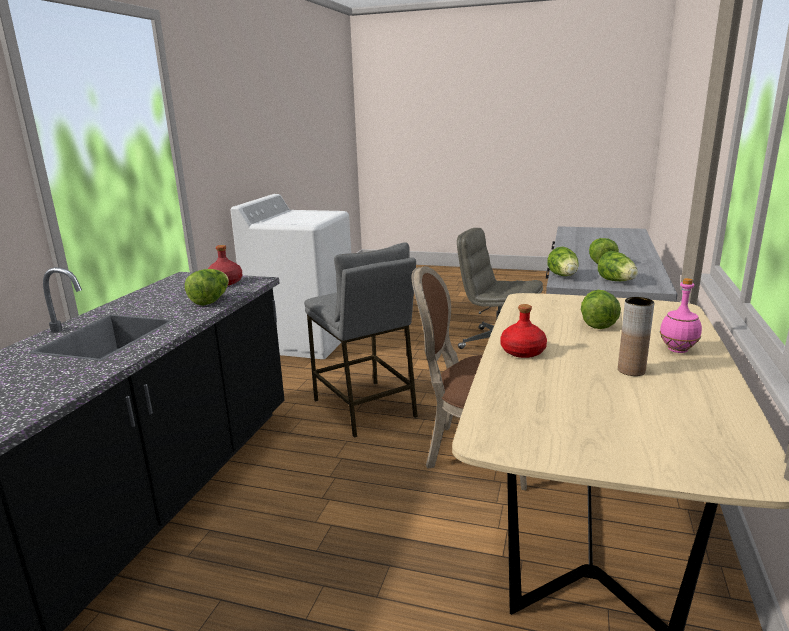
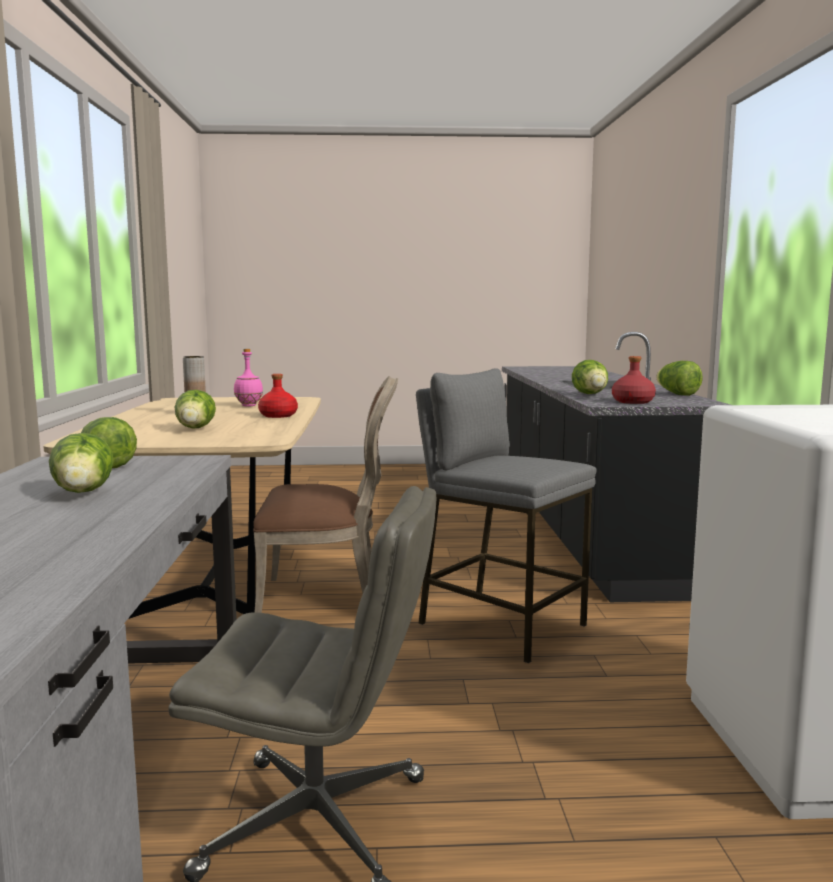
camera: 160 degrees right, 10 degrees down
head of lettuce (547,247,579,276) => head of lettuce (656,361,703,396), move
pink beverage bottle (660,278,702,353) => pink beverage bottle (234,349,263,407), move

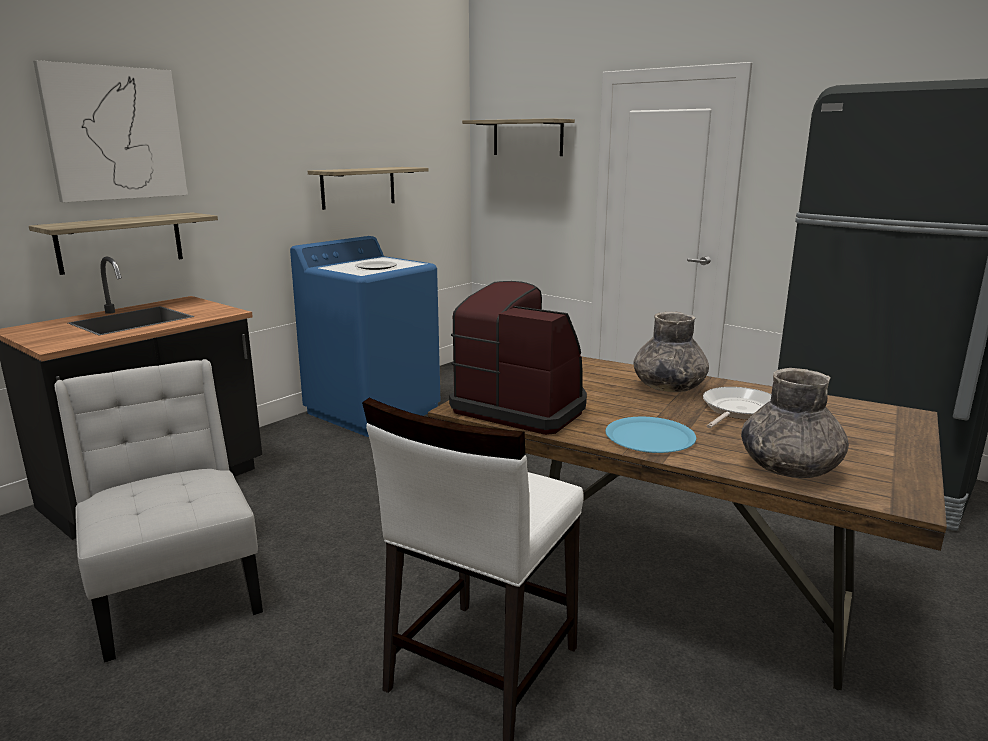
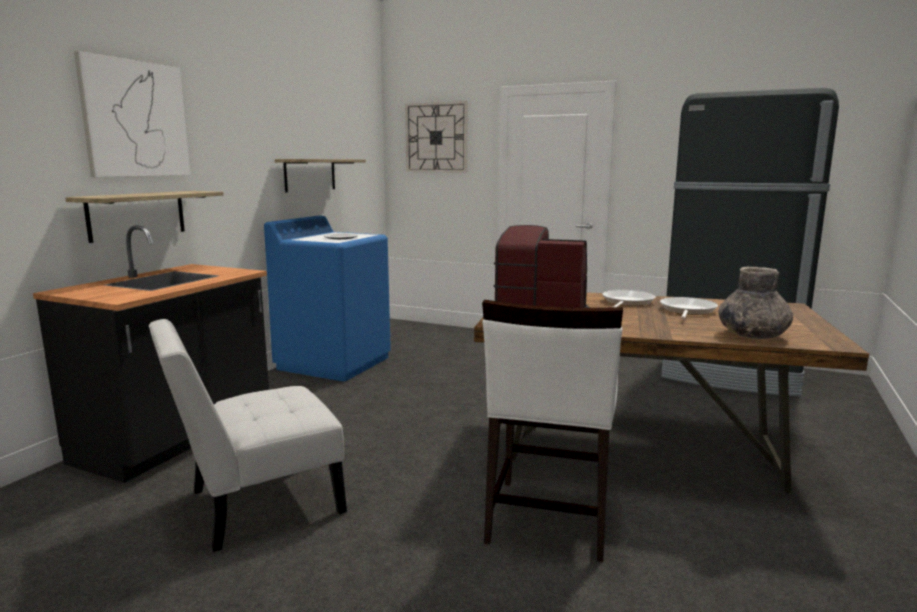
camera: 15 degrees left, 5 degrees down
white upright chair (54,359,263,663) => white upright chair (149,319,347,552), 75 degrees counterclockwise
shelf (462,118,575,156) => wall clock (405,101,467,173)
blue-coloured plate (605,417,696,453) => nothing
greyish vase (634,312,709,392) => pan (602,290,656,308)

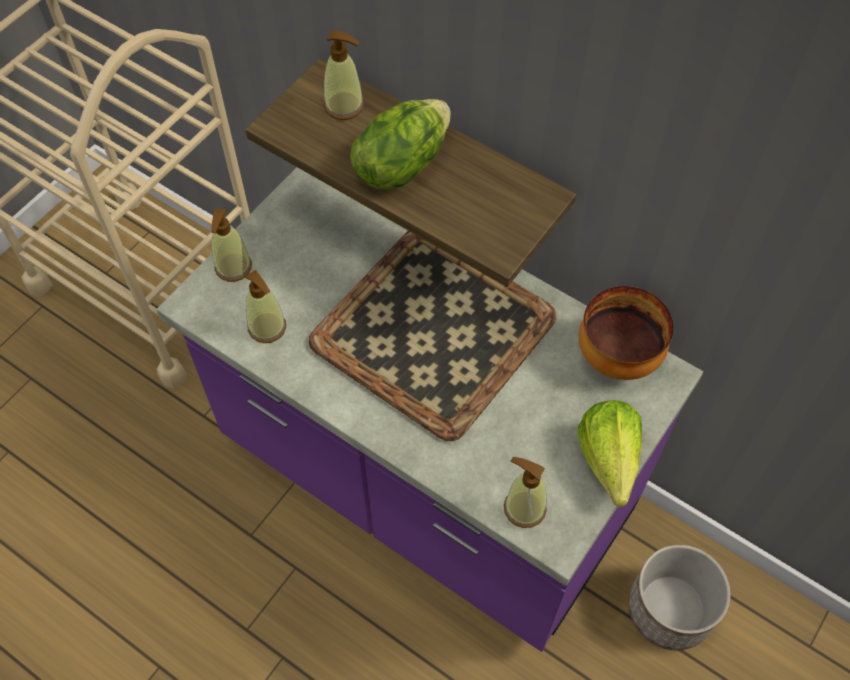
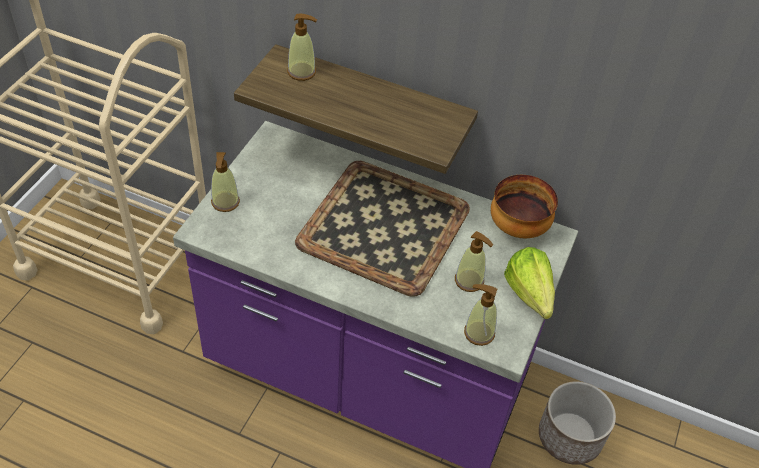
camera: 15 degrees left, 10 degrees down
soap dispenser (245,270,286,343) => soap dispenser (455,231,493,292), move
head of lettuce (350,99,451,189) => nothing

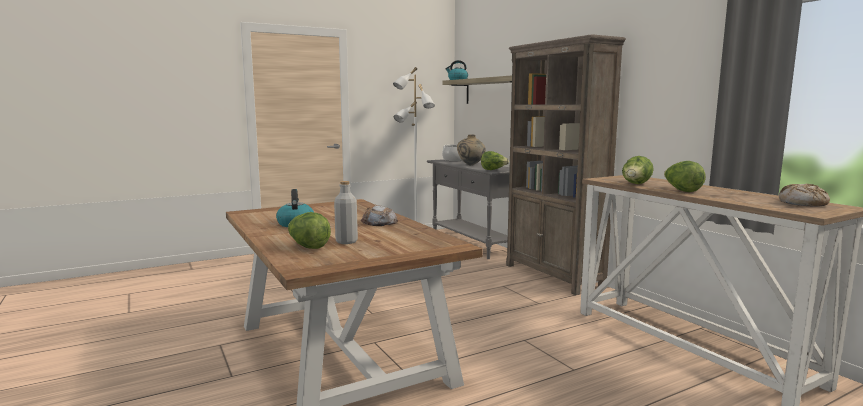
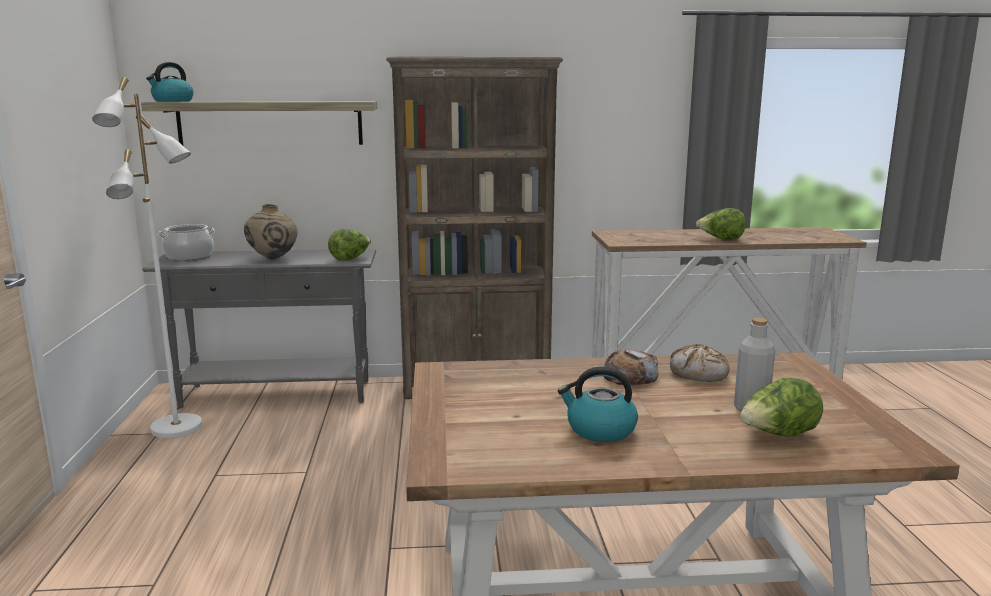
camera: 65 degrees left, 5 degrees up
head of lettuce (622,156,654,184) => nothing
bakery bread (779,184,830,207) => bakery bread (670,344,730,382), move

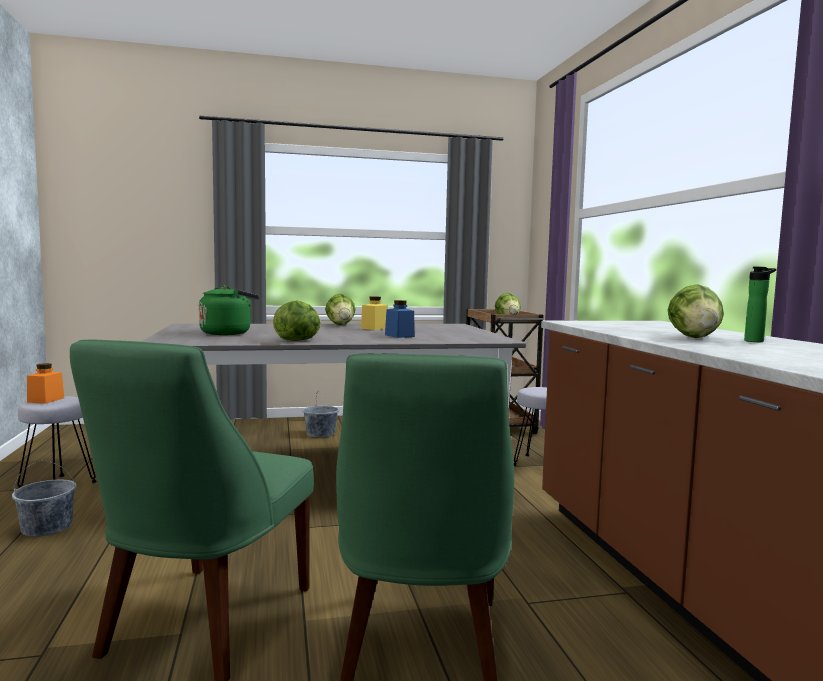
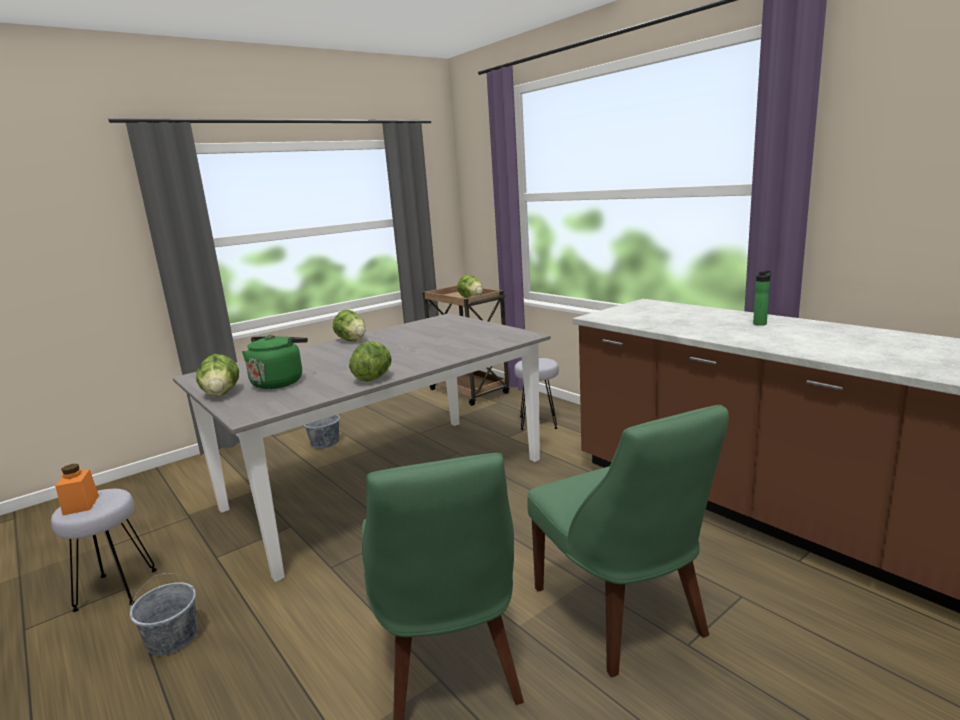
camera: 25 degrees left, 10 degrees up
yellow-coloured preserve jar (361,296,388,330) => nothing
blue-coloured preserve jar (385,300,415,338) => nothing
head of lettuce (668,284,724,338) => head of lettuce (196,354,239,396), move

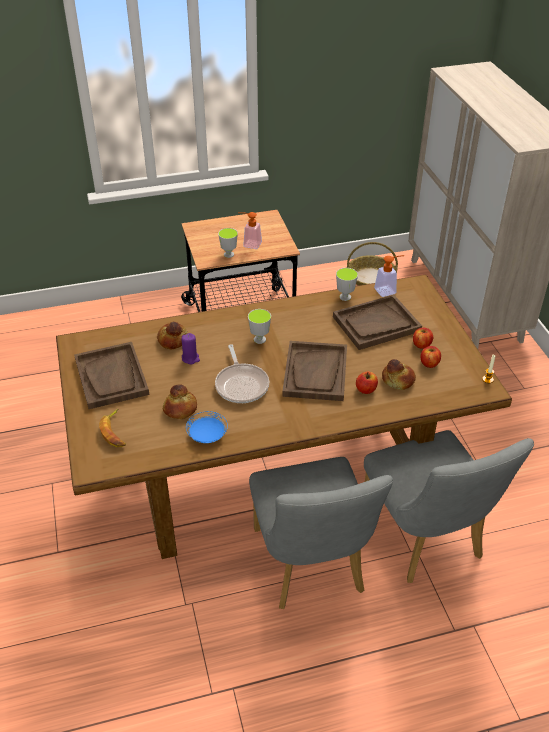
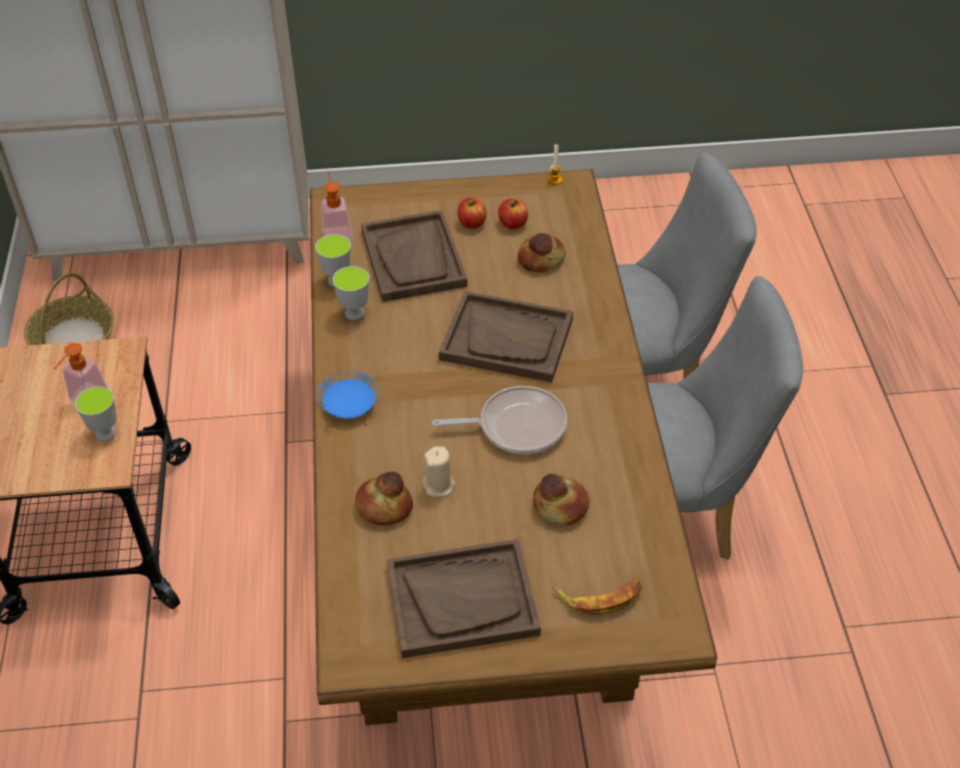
camera: 80 degrees left, 5 degrees up
purple candle (181,333,200,365) => beige candle (422,446,456,497)
blue-coloured plate (186,411,228,443) => blue-coloured plate (317,371,379,419), move
drinking cup (248,309,271,344) => drinking cup (332,266,369,320), move
apple (356,372,378,394) => nothing

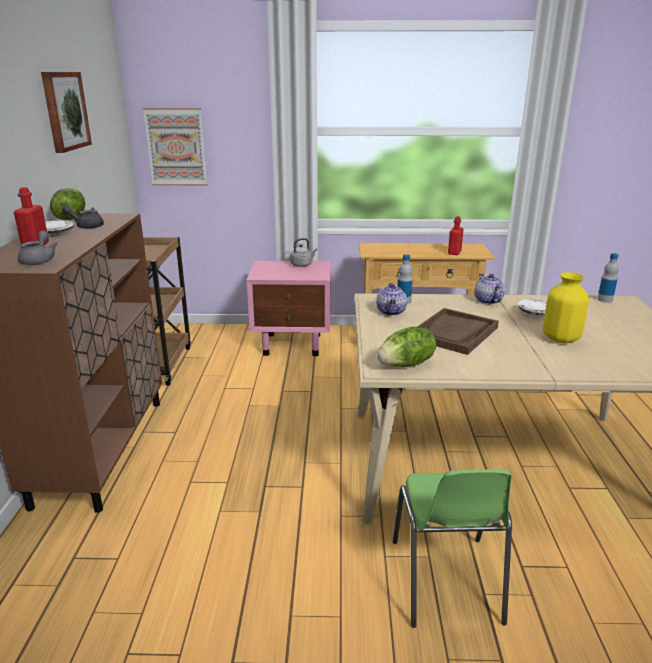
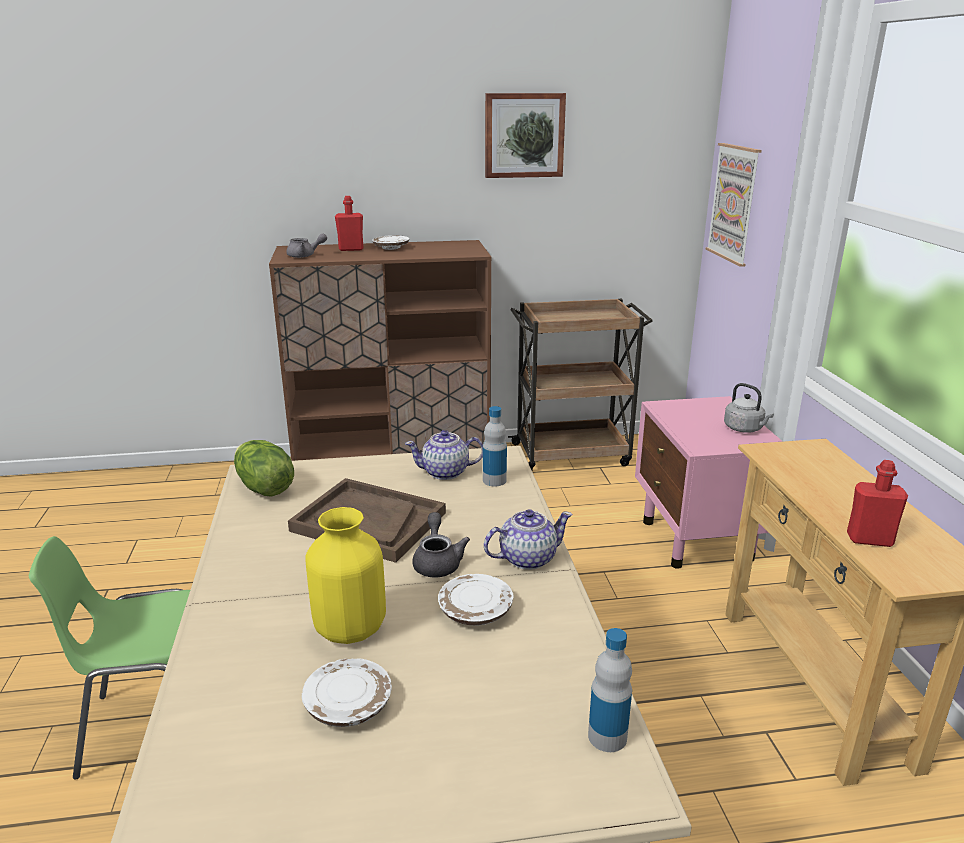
camera: 80 degrees right, 0 degrees up
head of lettuce (50,188,85,220) => nothing
greyish teapot (62,206,104,229) => greyish teapot (412,512,470,577), move
nothing => white plate (302,658,392,727)

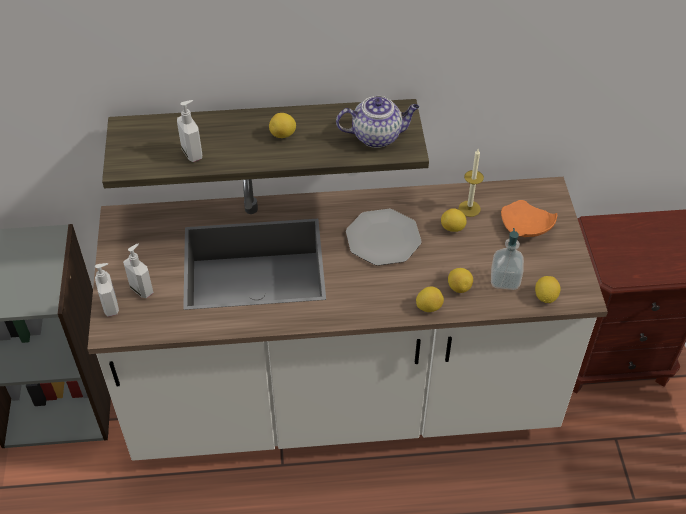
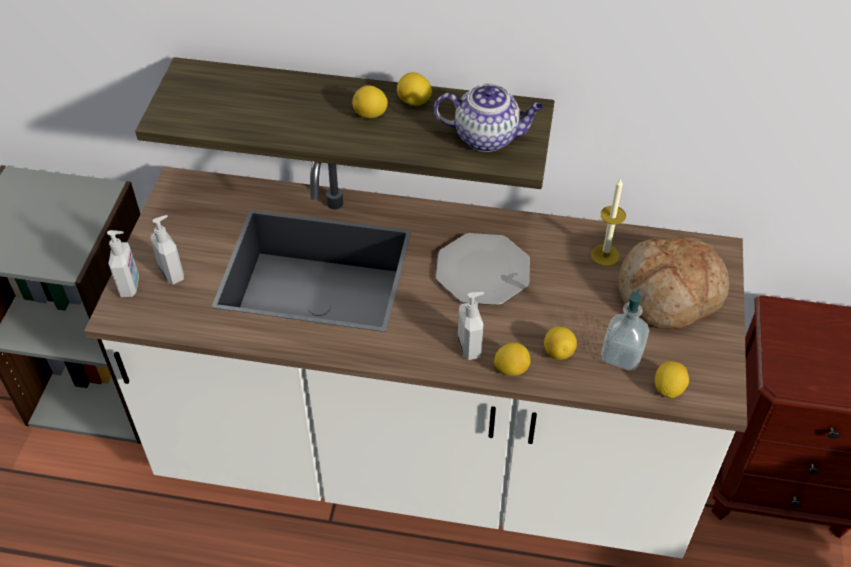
camera: 15 degrees right, 0 degrees up
soap dispenser (177,100,202,162) => soap dispenser (458,292,484,360), move
lemon (441,208,467,232) => lemon (397,72,432,106), move
orangey plate (501,200,557,237) => bakery bread (618,236,729,329)

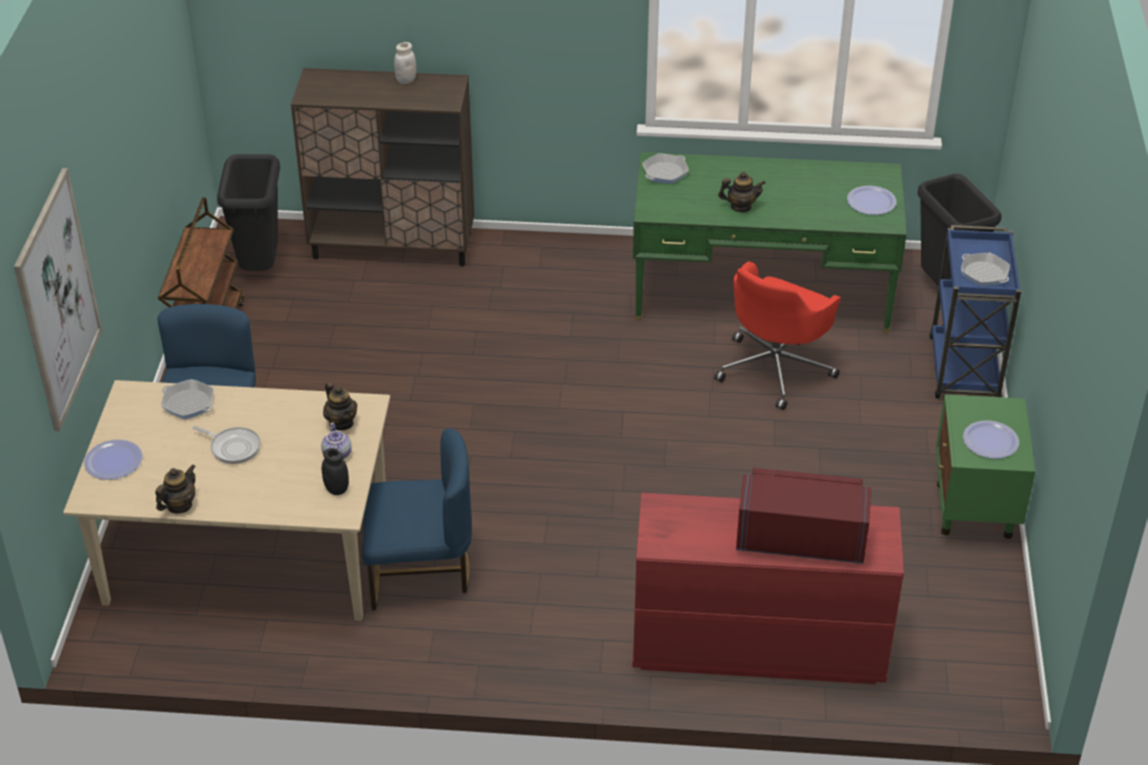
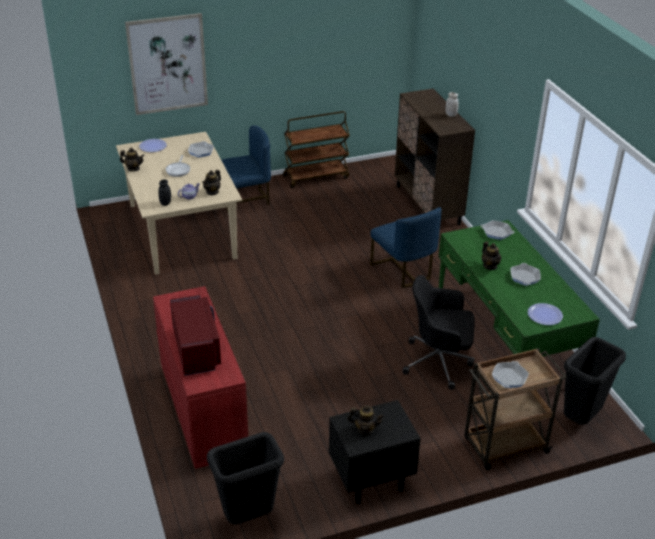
camera: 65 degrees right, 5 degrees down
black-coloured waste bin (217,154,280,271) => black-coloured waste bin (207,432,284,525), move
blue-coloured upright chair (362,428,472,610) => blue-coloured upright chair (370,207,441,288), move
red office chair (714,262,841,410) => black-coloured office chair (402,275,475,390)
blue-coloured trolley (929,225,1021,398) => brown trolley (464,348,567,470)
green night table (936,395,1036,539) => black-coloured night table (329,400,421,504)
plate (963,421,1019,459) => teapot (348,405,384,435)
nothing => pan (510,263,541,286)

